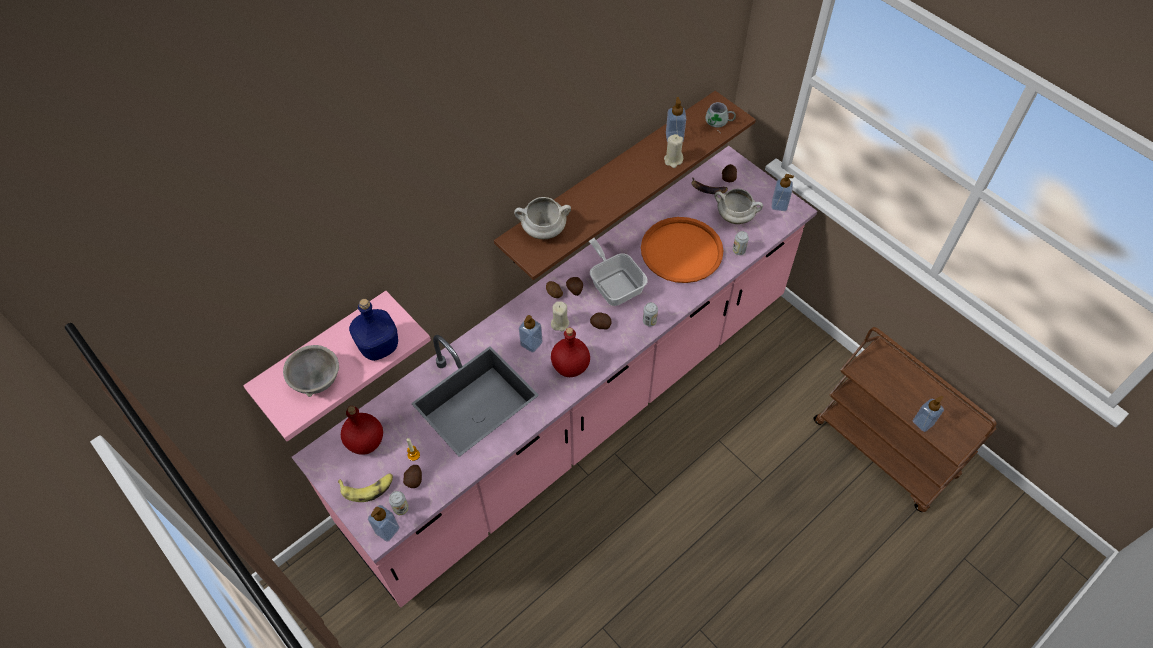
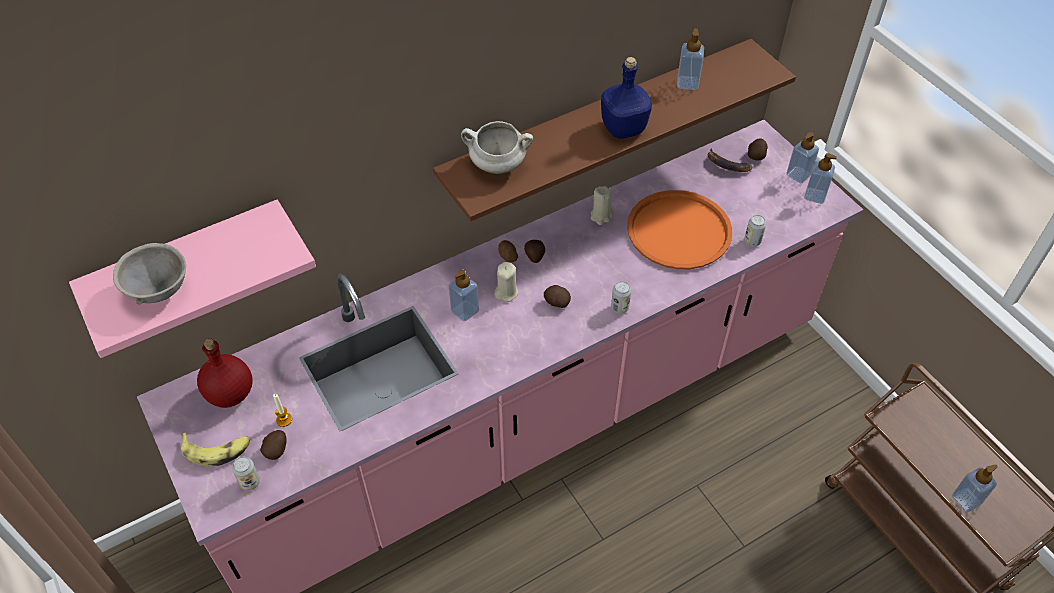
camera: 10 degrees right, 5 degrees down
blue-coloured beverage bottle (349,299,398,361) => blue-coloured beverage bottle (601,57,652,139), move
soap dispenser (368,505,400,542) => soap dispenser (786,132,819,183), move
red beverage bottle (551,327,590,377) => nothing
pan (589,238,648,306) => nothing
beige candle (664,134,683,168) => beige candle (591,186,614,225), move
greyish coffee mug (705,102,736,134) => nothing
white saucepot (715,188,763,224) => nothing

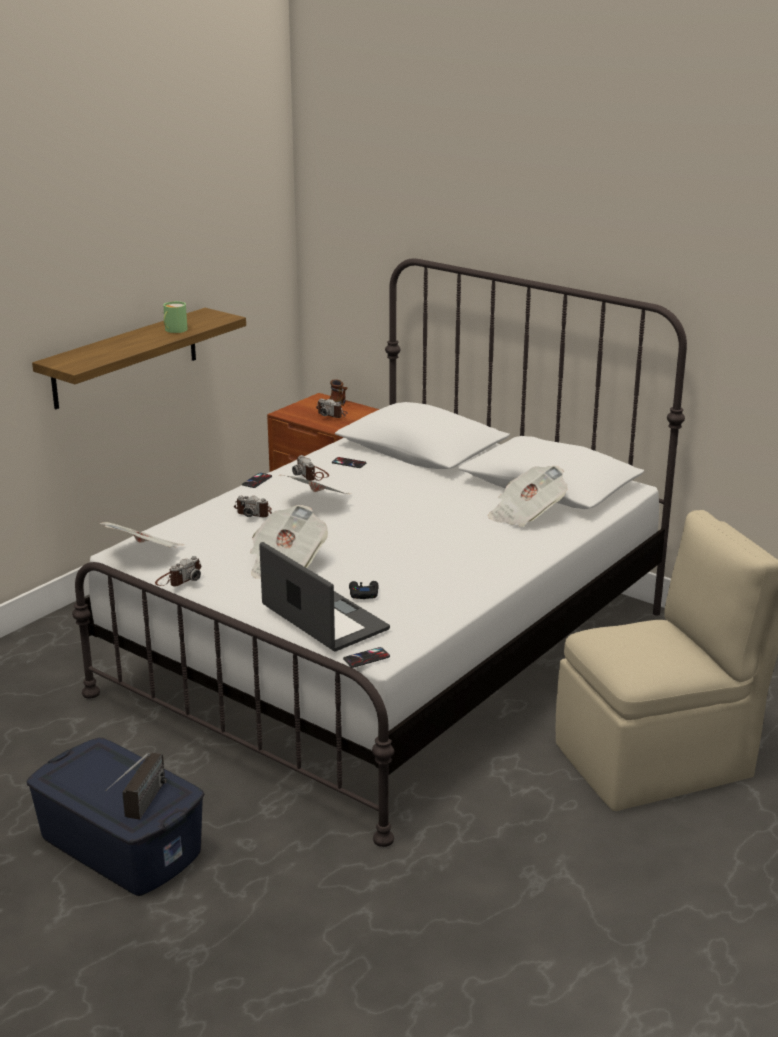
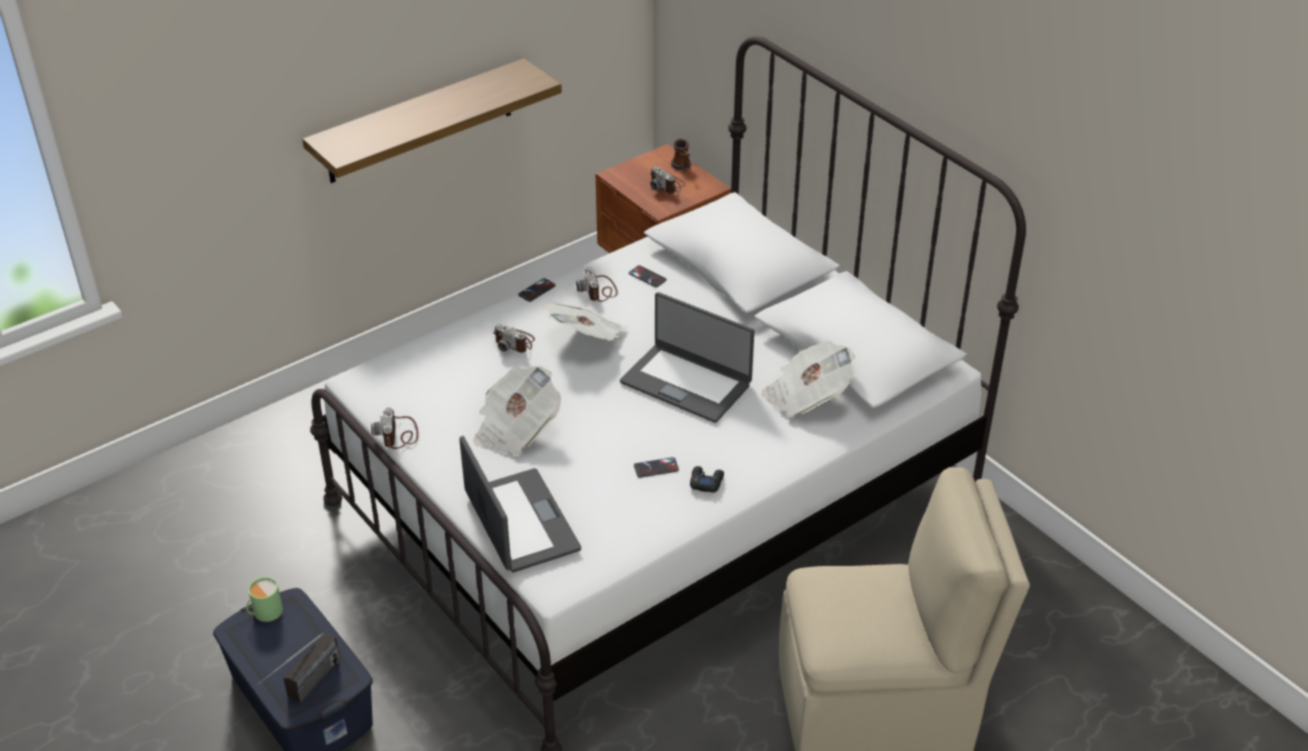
camera: 15 degrees right, 15 degrees up
printed paper (100,522,185,548) => nothing
still camera (155,556,202,586) => still camera (371,408,419,449), 120 degrees clockwise
green coffee mug (163,301,188,333) => green coffee mug (246,577,283,622), move
handset (343,647,390,668) => handset (634,457,679,478), move
black-coloured gamepad (349,581,379,599) => black-coloured gamepad (690,466,724,493), move
nothing => notebook computer (620,292,754,423)

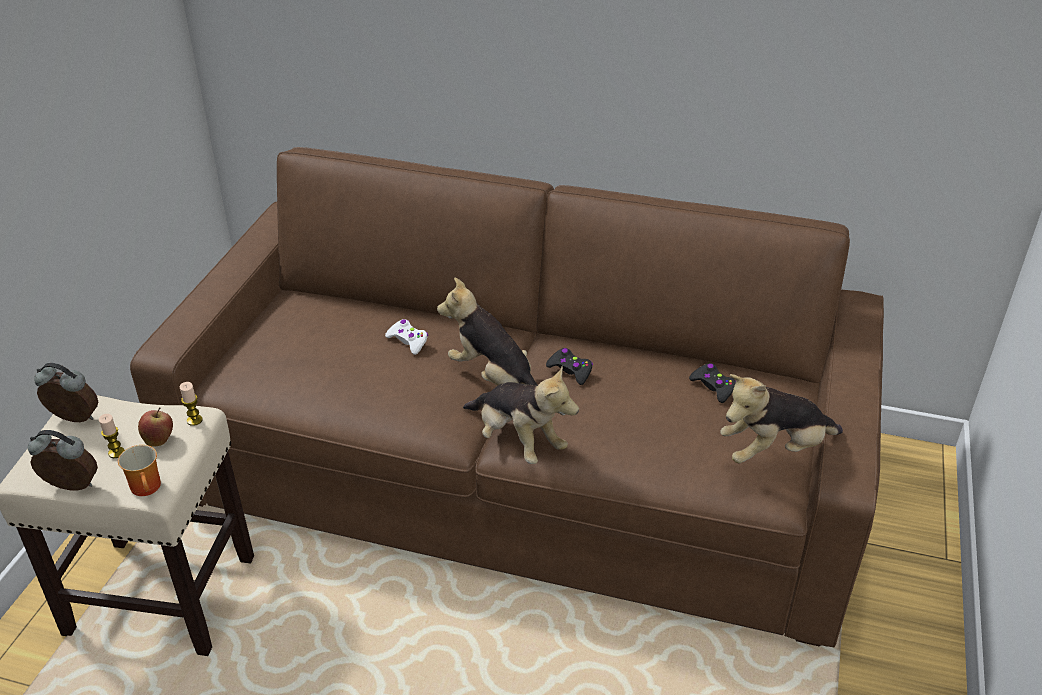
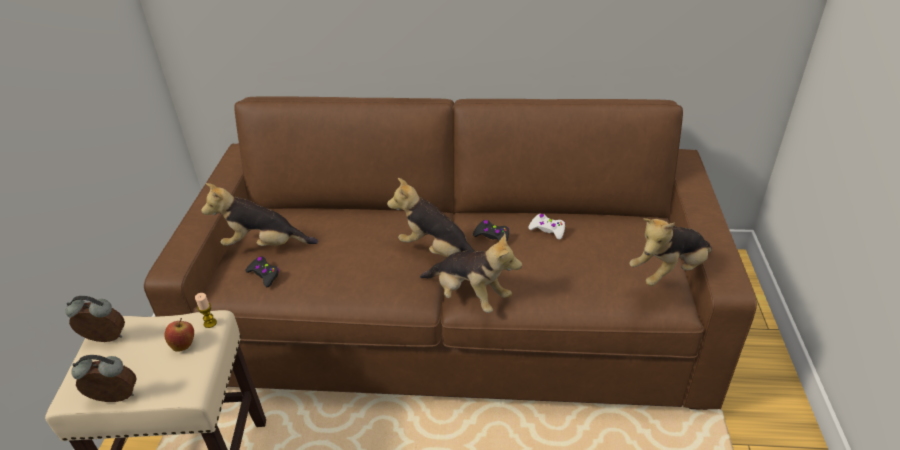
camera: 10 degrees left, 0 degrees up
candle (99,414,125,458) => nothing
coffee mug (118,445,161,496) => nothing
white gamepad (385,319,428,355) => white gamepad (529,214,565,240), move
black-coloured gamepad (689,363,736,403) => black-coloured gamepad (245,256,279,287), move
nothing => plush toy (201,183,318,246)

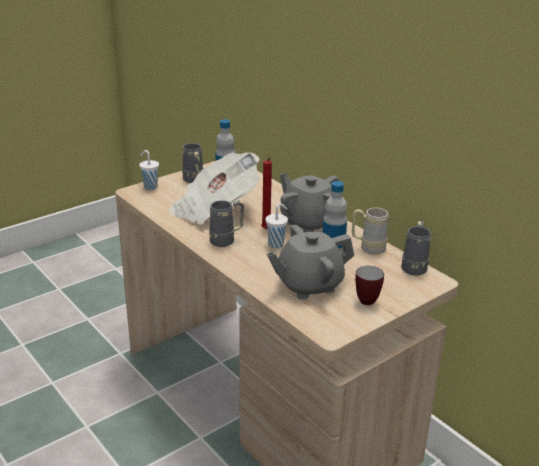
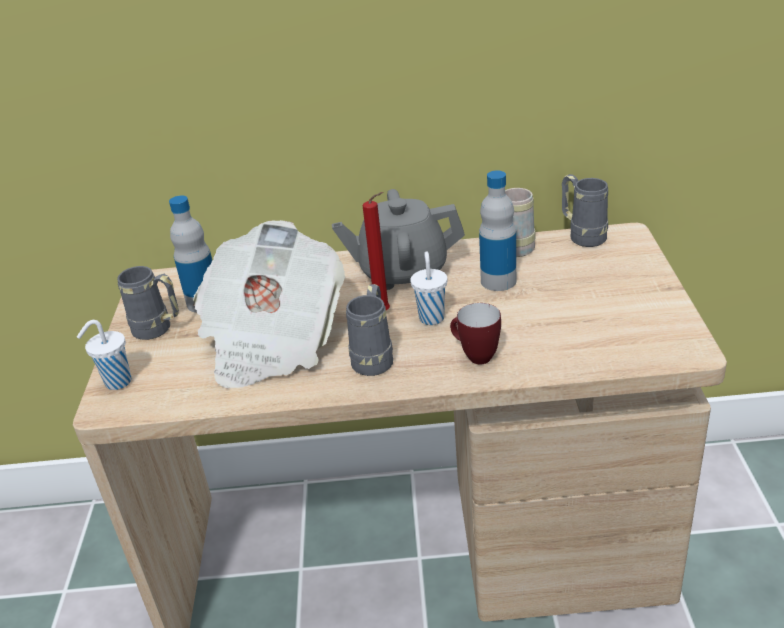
camera: 50 degrees left, 5 degrees up
greyish teapot (267,225,354,299) => nothing
coffee mug (355,265,384,305) => coffee mug (450,303,501,364), move

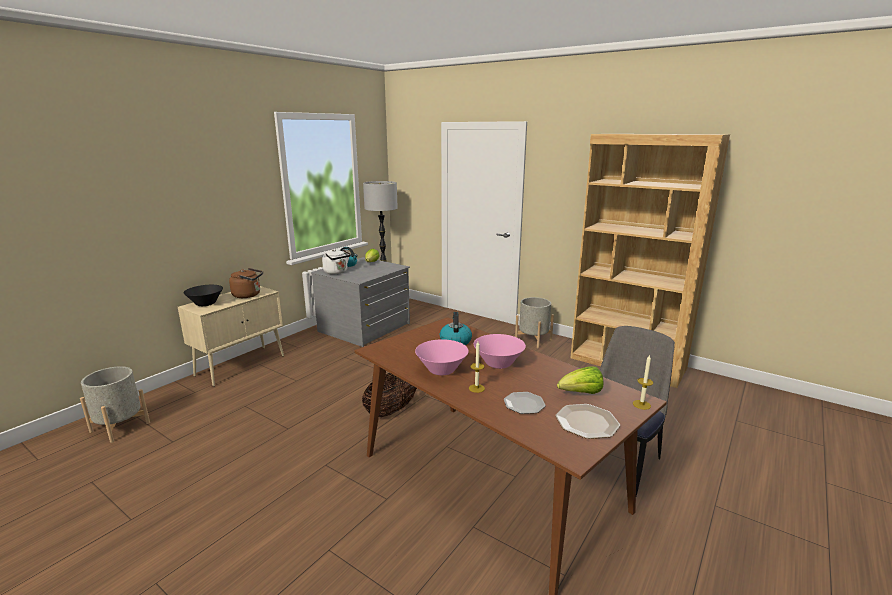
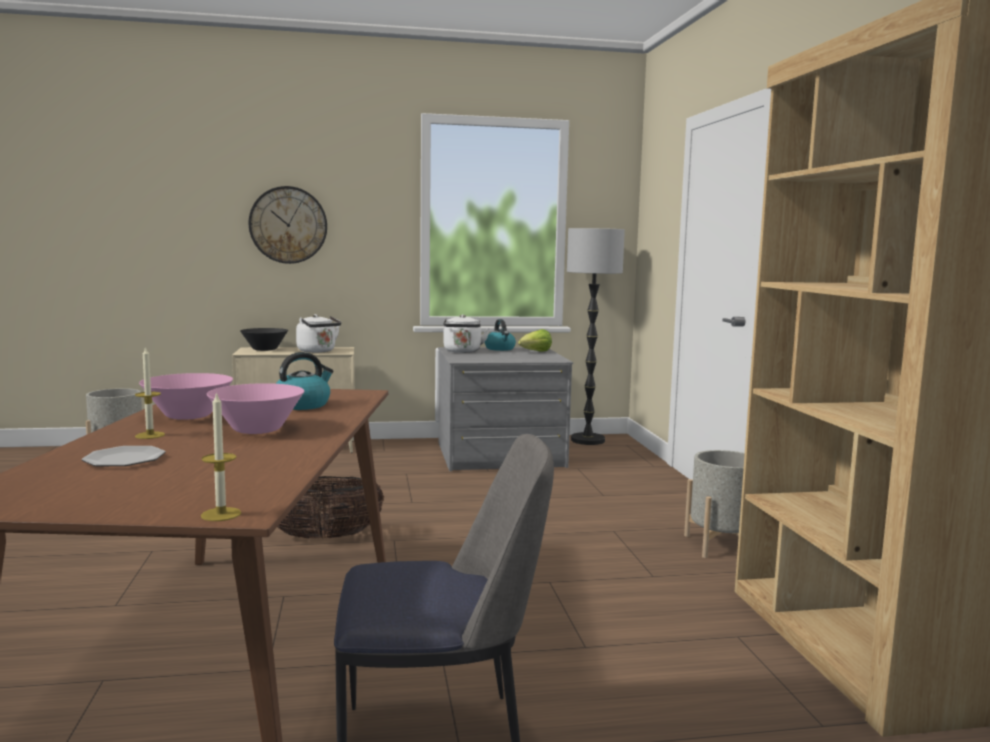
camera: 45 degrees right, 10 degrees down
brown kettle (229,268,263,298) => white kettle (296,314,341,353)
plate (555,404,620,439) => nothing
head of lettuce (557,366,603,394) => nothing
nothing => wall clock (249,186,327,264)

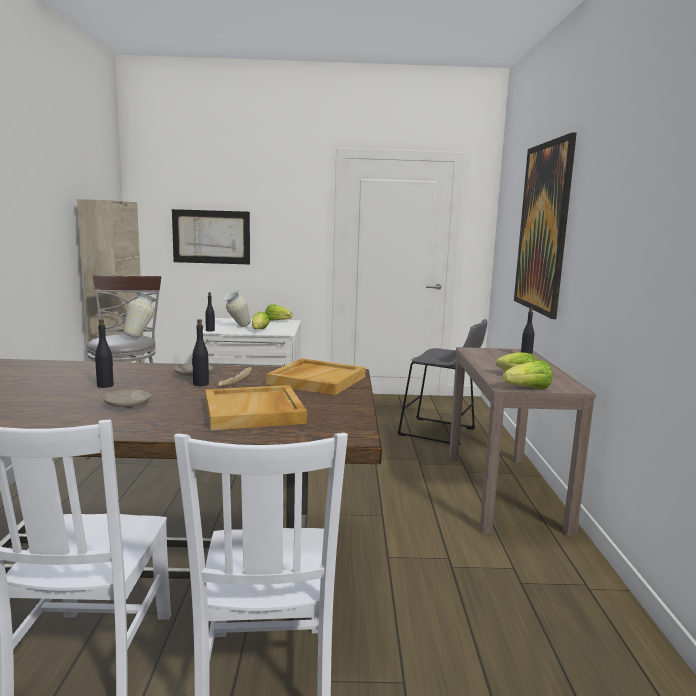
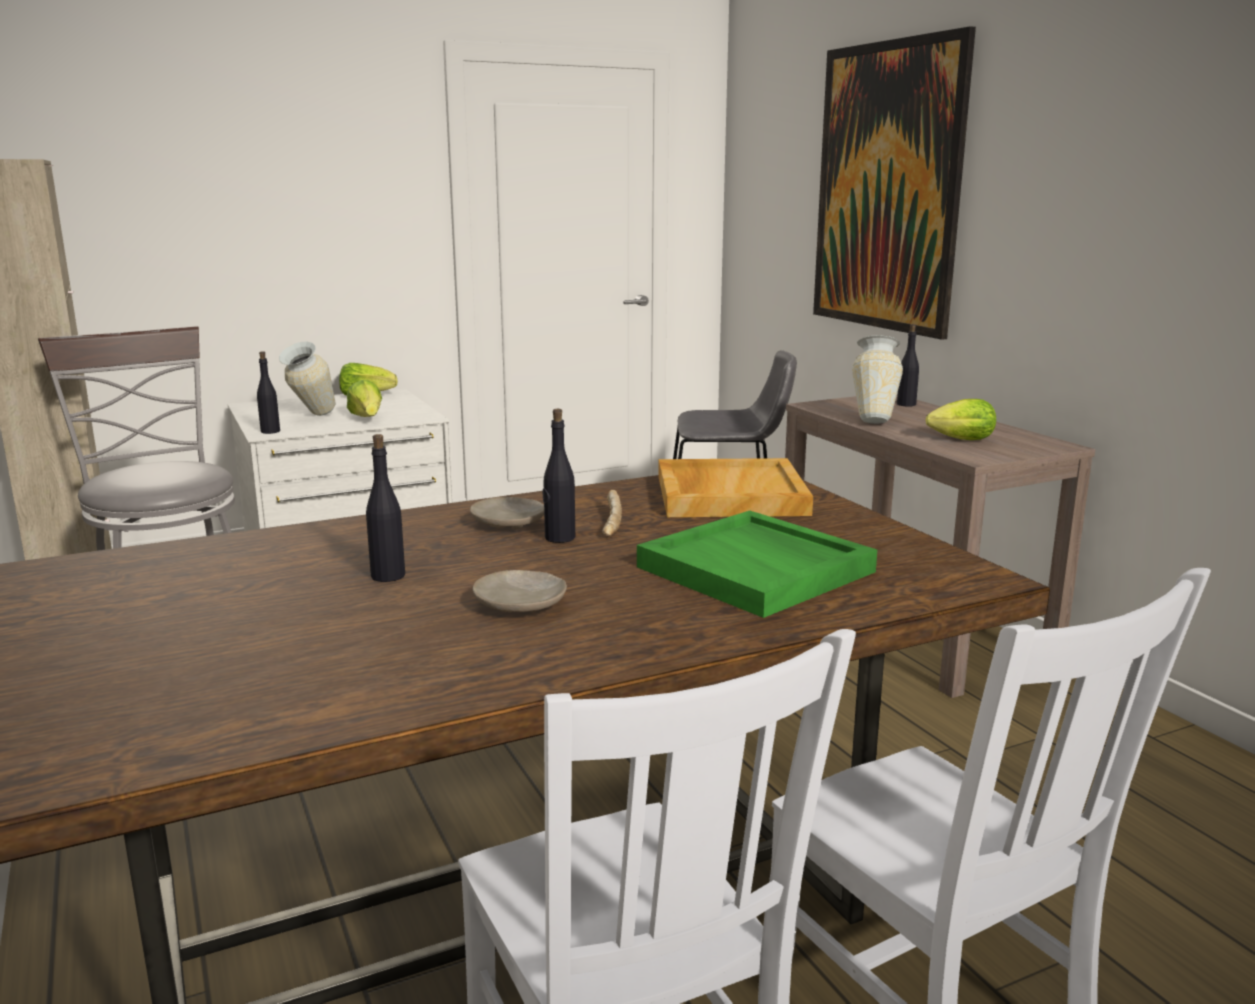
camera: 25 degrees left, 5 degrees up
vase (124,292,157,338) => vase (852,335,903,424), move
wall picture (172,209,250,265) => nothing
beige tray (205,385,307,430) => green tray (637,511,877,618)
head of lettuce (502,360,552,389) => nothing

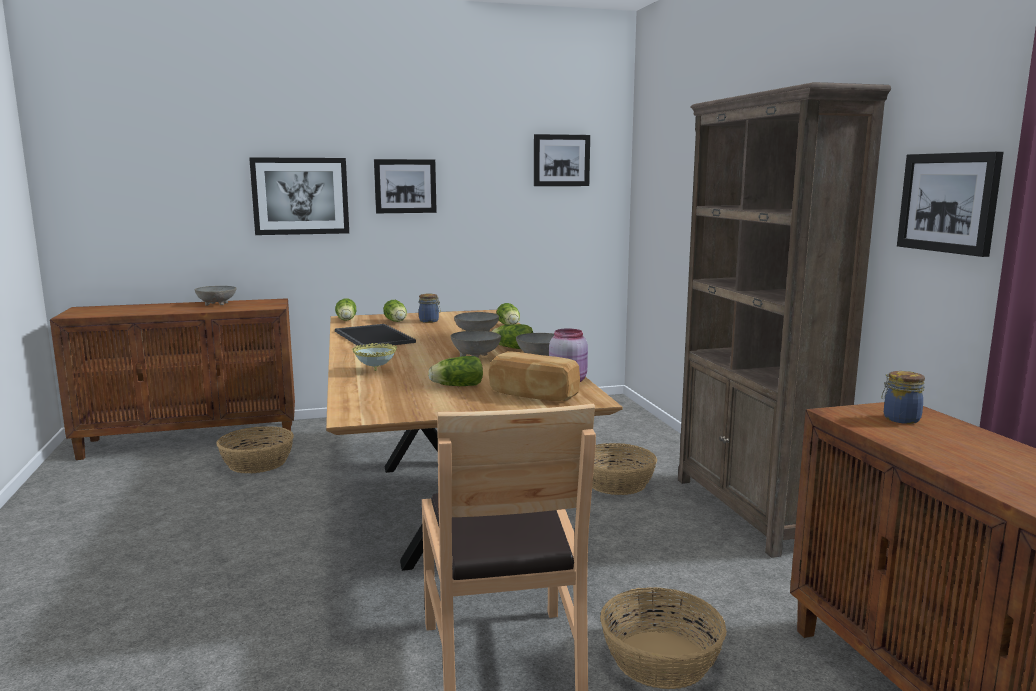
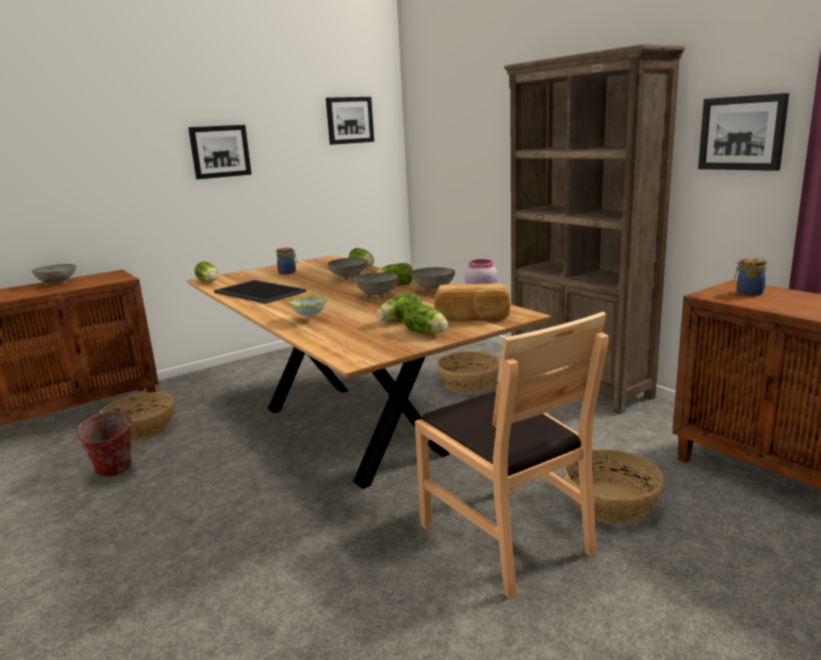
camera: 20 degrees left, 5 degrees up
wall picture (249,157,349,235) => nothing
head of lettuce (383,300,407,322) => head of lettuce (403,303,448,334), move
nothing => pail (74,408,132,477)

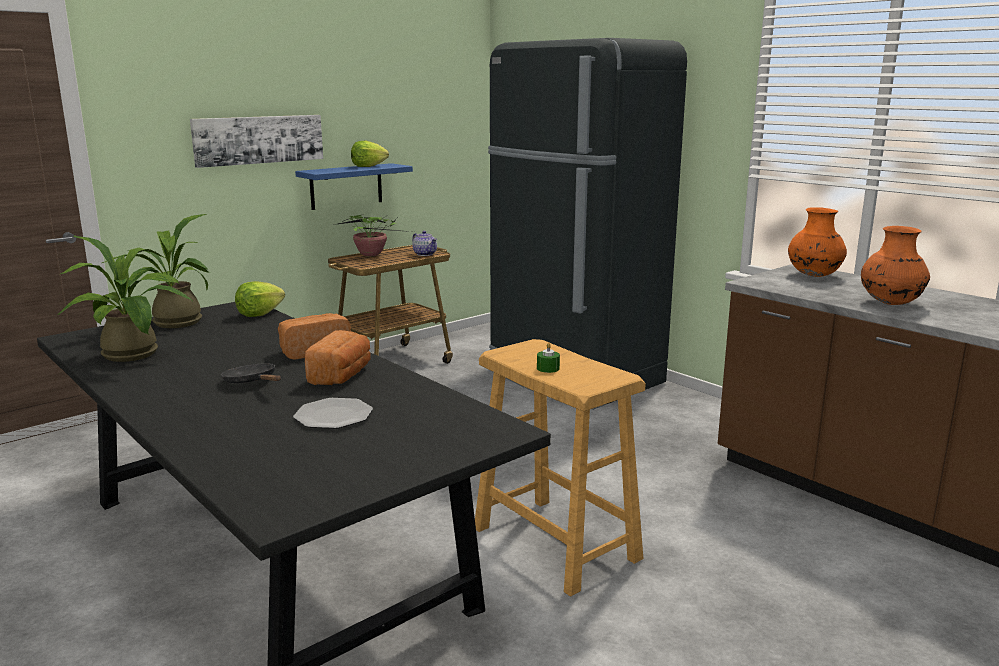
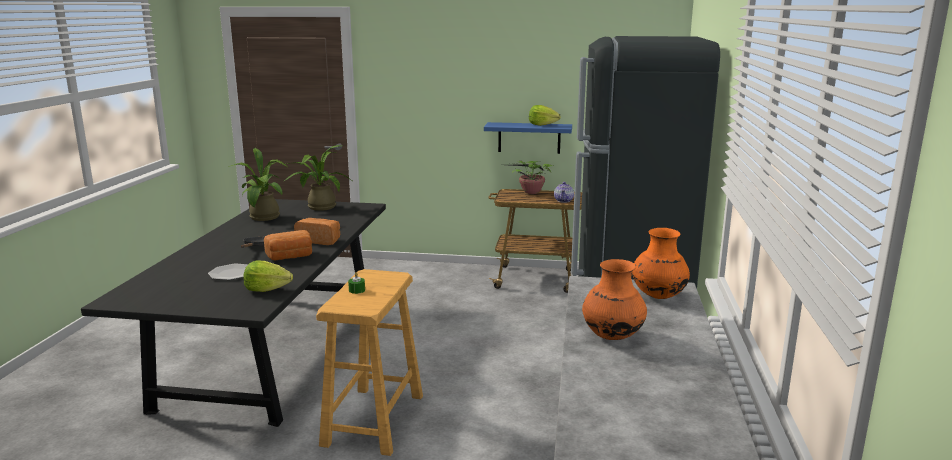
camera: 50 degrees right, 0 degrees up
wall picture (190,115,323,168) => nothing
head of lettuce (235,281,285,317) => head of lettuce (243,261,293,292), move

